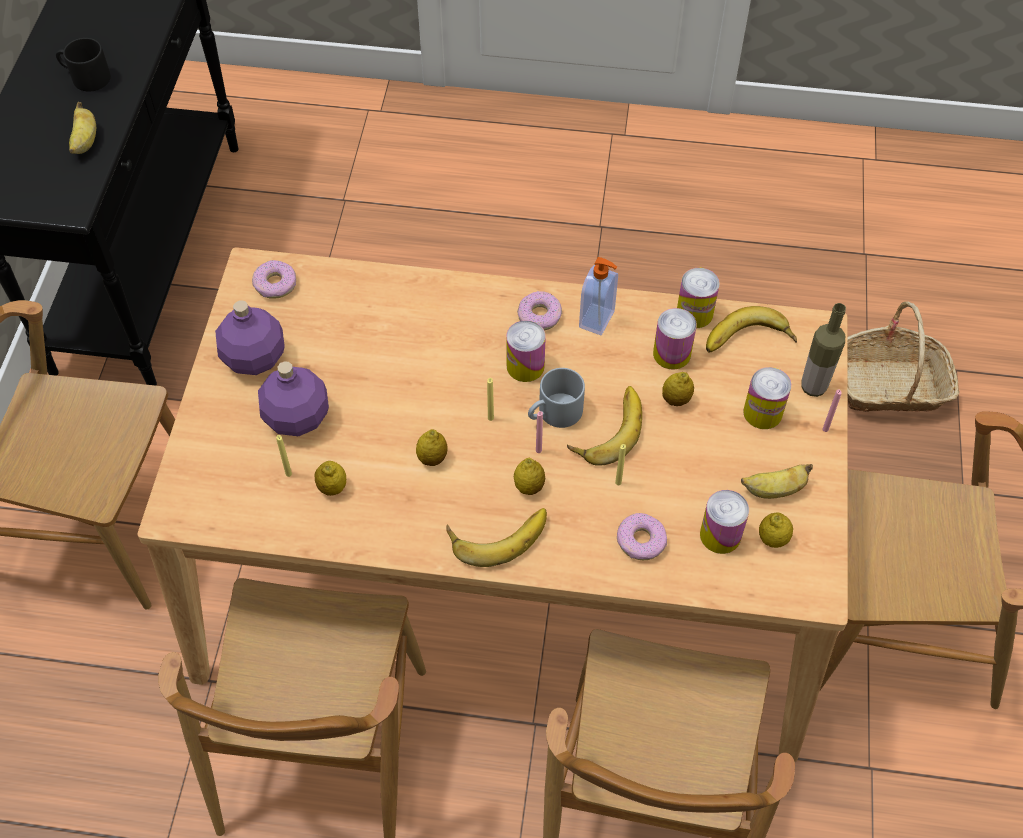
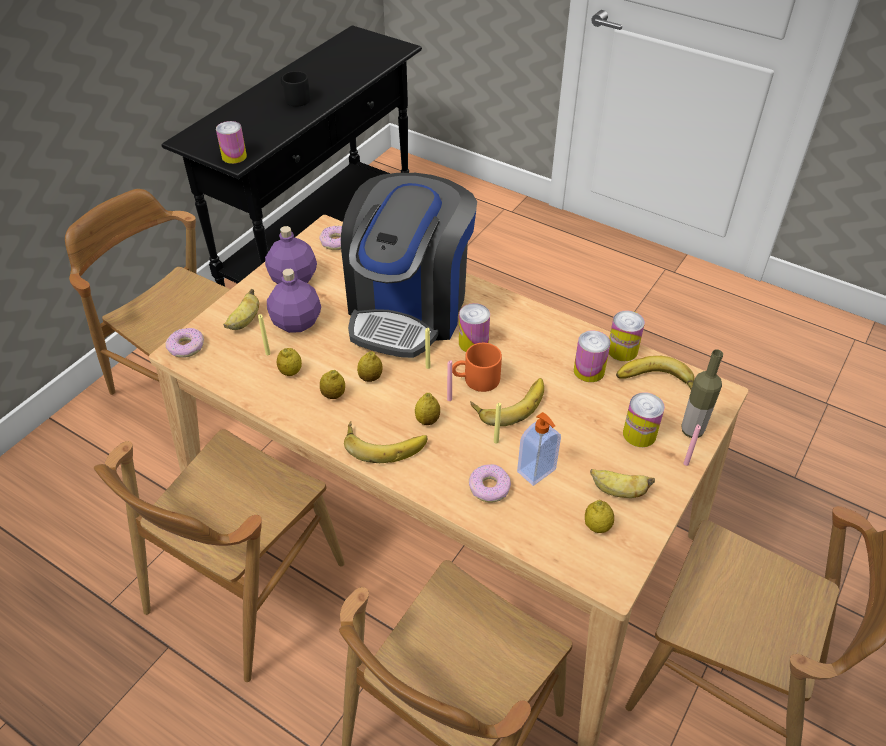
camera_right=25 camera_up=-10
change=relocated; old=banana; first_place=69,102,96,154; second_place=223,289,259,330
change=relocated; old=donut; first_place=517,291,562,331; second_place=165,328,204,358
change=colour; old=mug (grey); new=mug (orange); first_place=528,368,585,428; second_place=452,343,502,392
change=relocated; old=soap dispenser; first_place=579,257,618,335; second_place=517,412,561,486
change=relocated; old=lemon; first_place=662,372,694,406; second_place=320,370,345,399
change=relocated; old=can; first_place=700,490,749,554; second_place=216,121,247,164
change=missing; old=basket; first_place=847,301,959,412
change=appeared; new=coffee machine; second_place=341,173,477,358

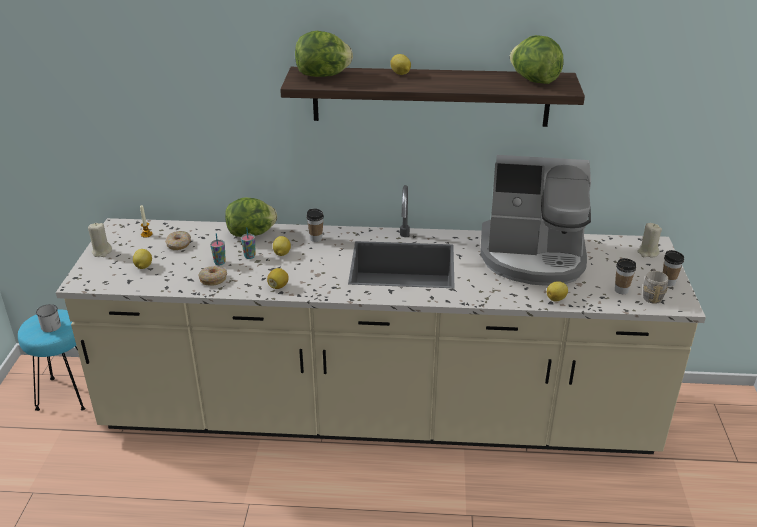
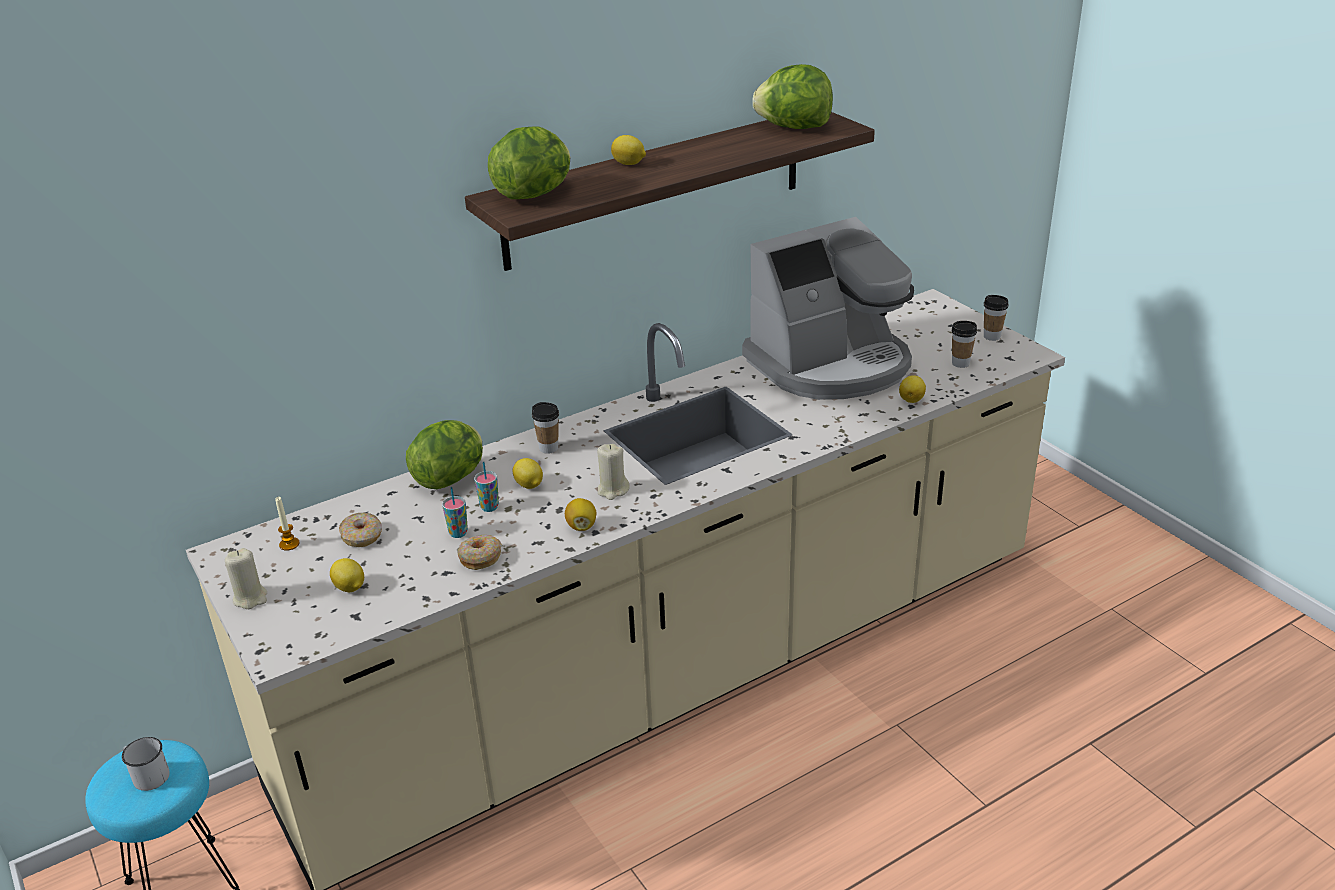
camera_right=-35 camera_up=0
change=relocated; old=candle (beige); first_place=637,223,662,257; second_place=597,444,630,500
change=missing; old=mug (grey); first_place=643,269,668,304

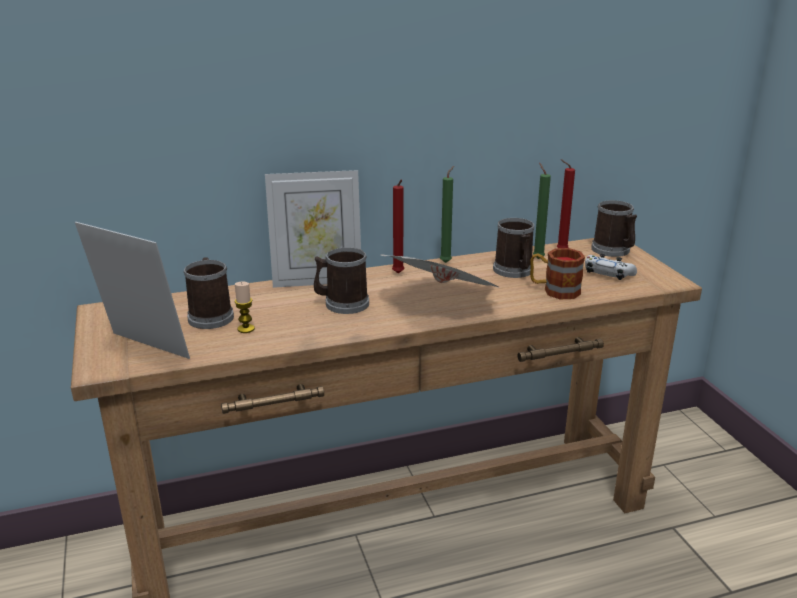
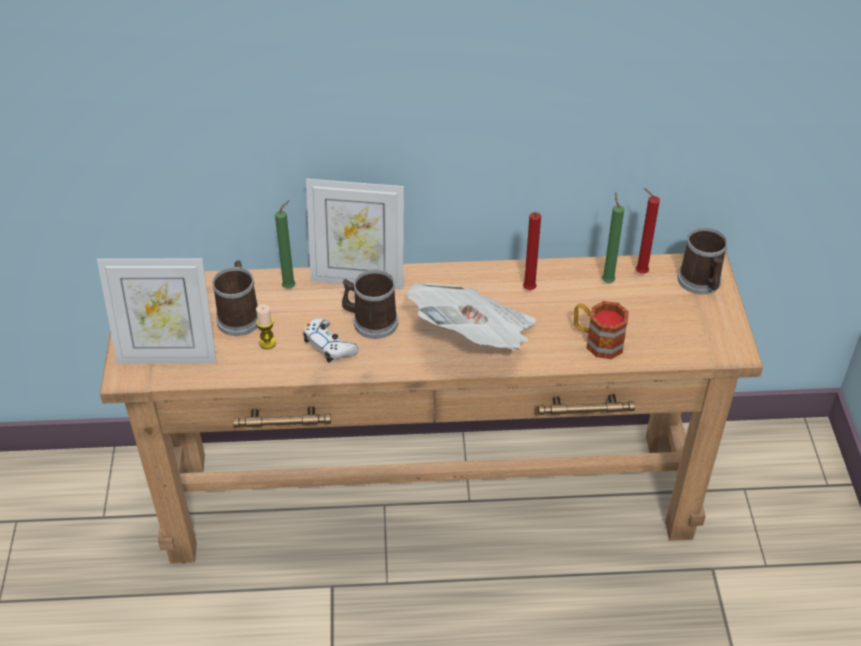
camera_right=15 camera_up=20
change=spun; old=picture frame; first_place=75,222,190,359; second_place=97,259,216,364; degrees=135
change=relocated; old=candle (red); first_place=392,180,404,273; second_place=523,212,541,290
change=relocated; old=candle (green); first_place=440,166,454,263; second_place=275,200,296,289
change=missing; old=mug; first_place=493,218,534,278
change=relocated; old=game controller (white); first_place=585,254,637,280; second_place=303,318,359,362

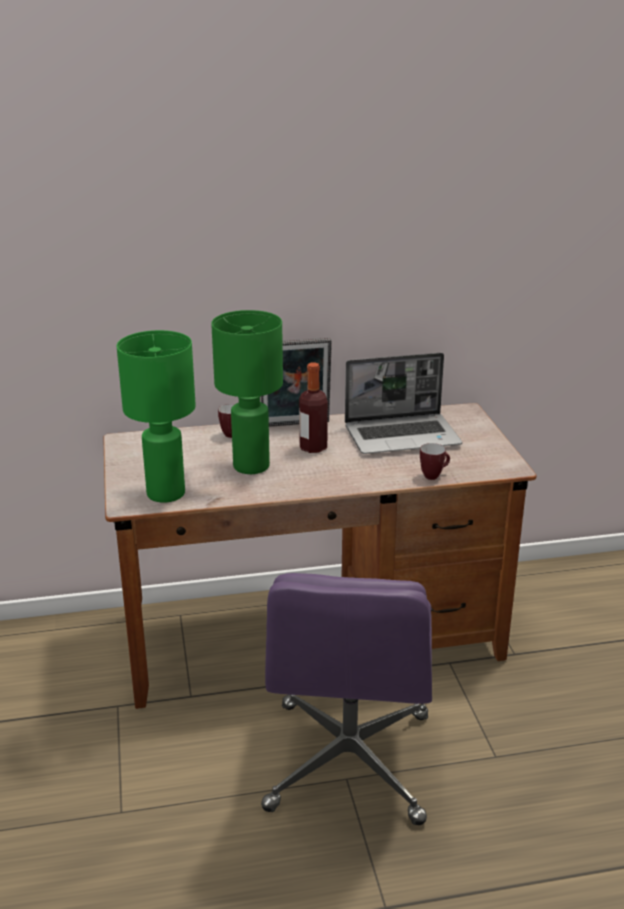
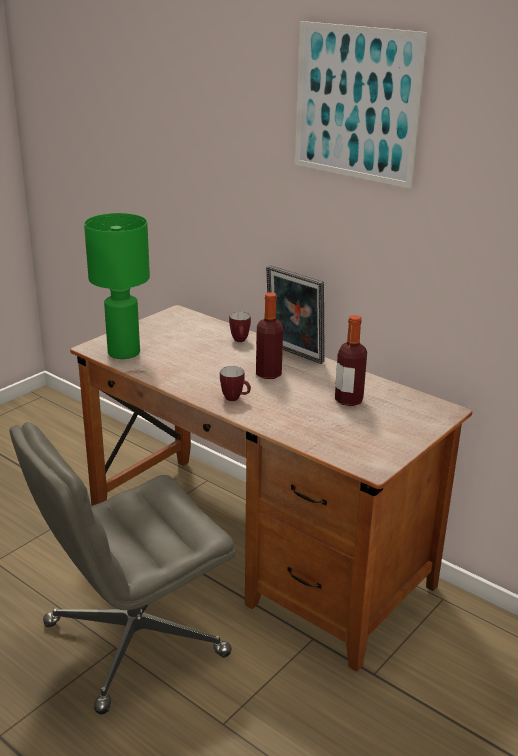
camera_right=50 camera_up=0
change=missing; old=table lamp (green); first_place=211,310,283,474
change=colour; old=office chair (purple); new=office chair (grey); first_place=261,573,432,825; second_place=9,422,235,714
change=exchanged; old=laptop; new=bottle; first_place=345,353,462,454; second_place=335,315,367,406
change=relocated; old=mug; first_place=420,443,450,480; second_place=220,366,251,401
change=appeared; new=picture; second_place=295,21,427,189

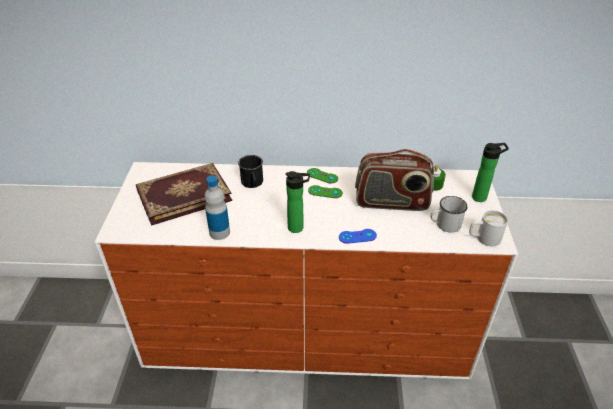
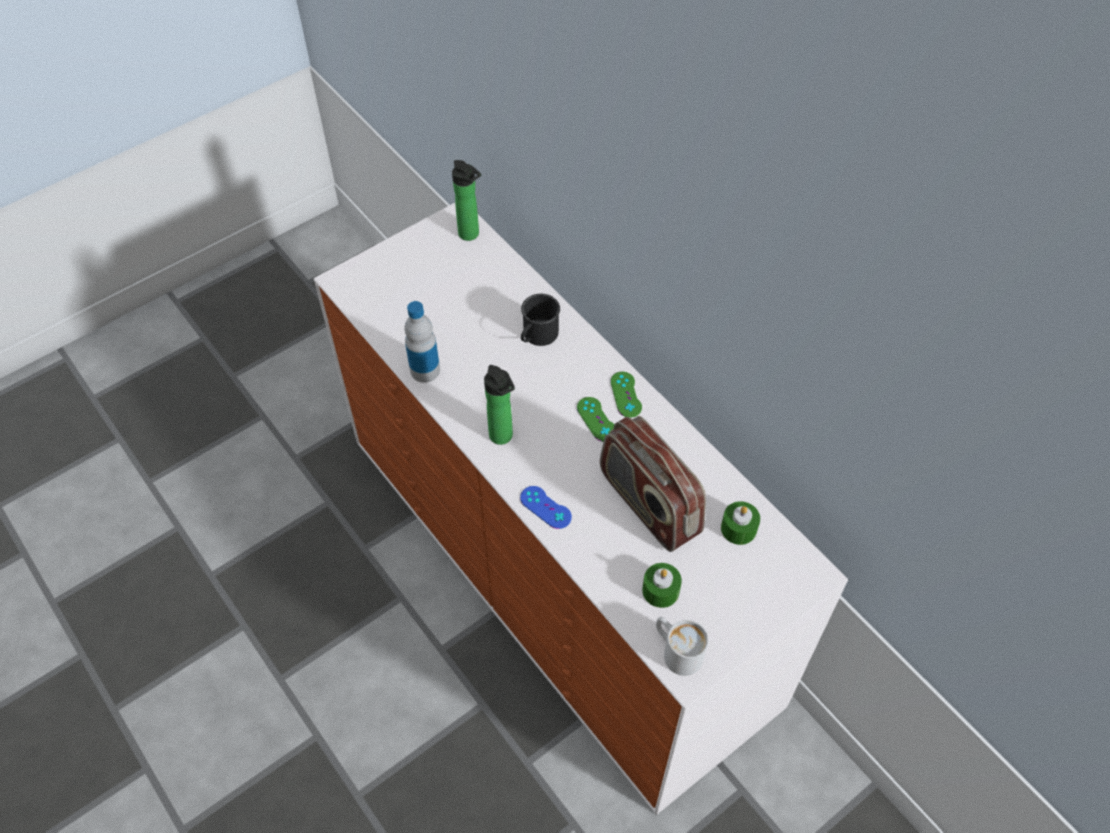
camera_right=50 camera_up=15
change=missing; old=book; first_place=136,163,232,226
change=exchanged; old=mug (white); new=candle (green); first_place=430,196,468,233; second_place=642,563,682,608
change=relocated; old=bottle; first_place=472,143,509,202; second_place=452,160,481,241

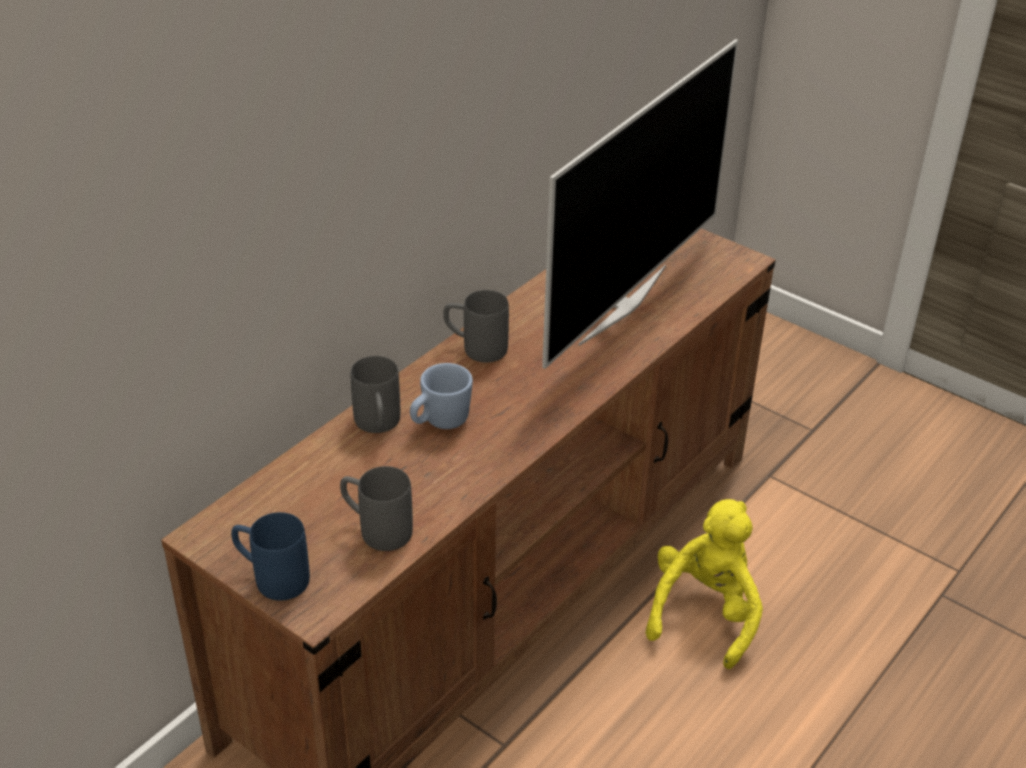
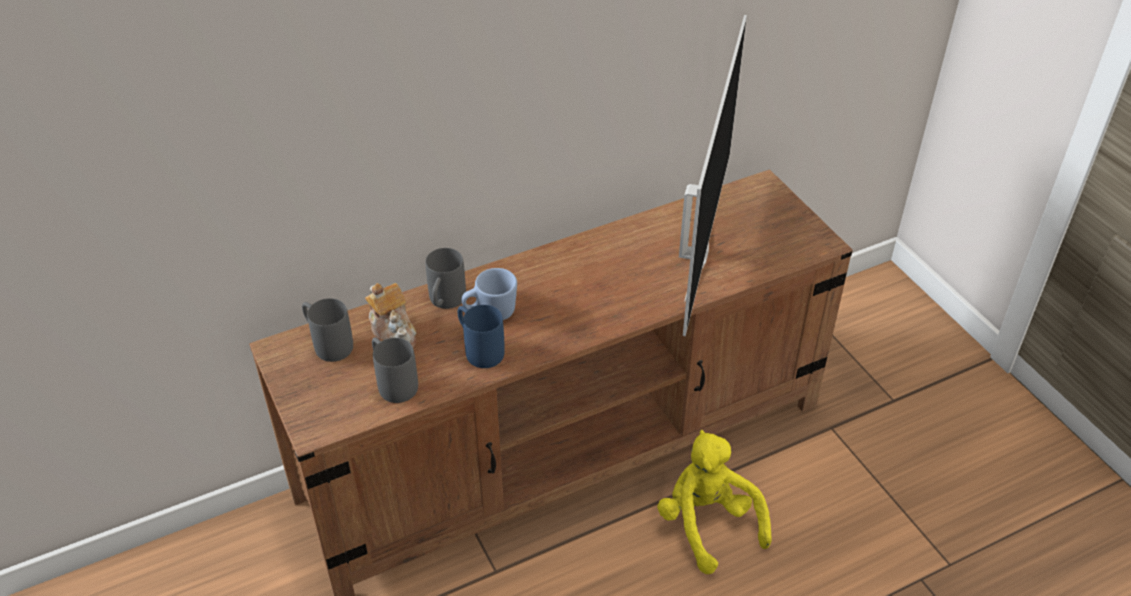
camera_right=25 camera_up=5
change=relocated; old=mug (blue); first_place=231,512,310,601; second_place=458,305,505,368
change=relocated; old=mug (grey); first_place=443,290,509,363; second_place=302,298,353,362
change=spun; old=television; first_place=542,39,738,369; second_place=679,15,747,336; degrees=-45
change=spun; old=plush toy (yellow); first_place=646,499,763,669; second_place=657,430,772,574; degrees=-75
change=appeared; new=teapot; second_place=365,283,416,347

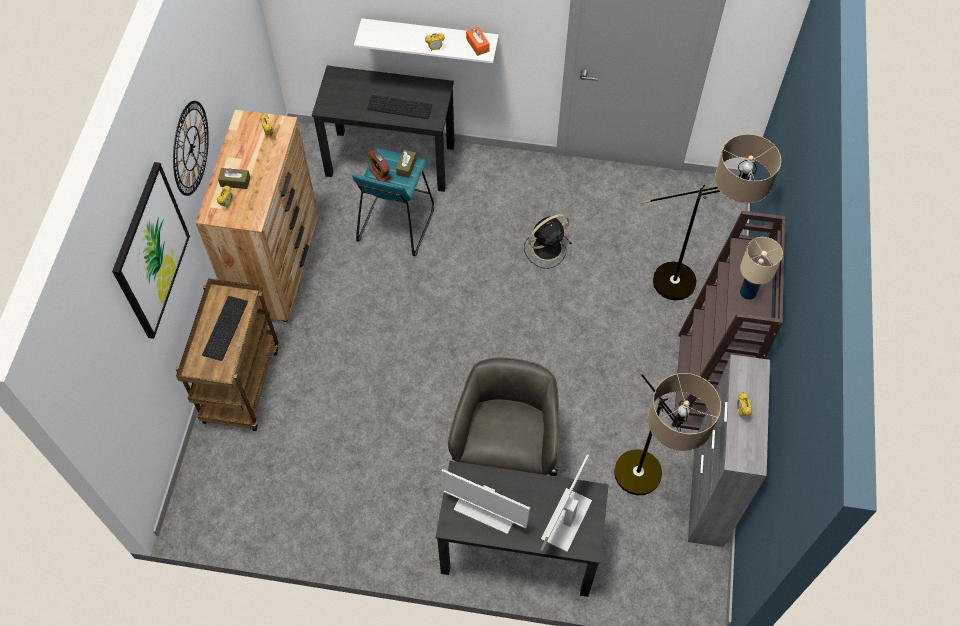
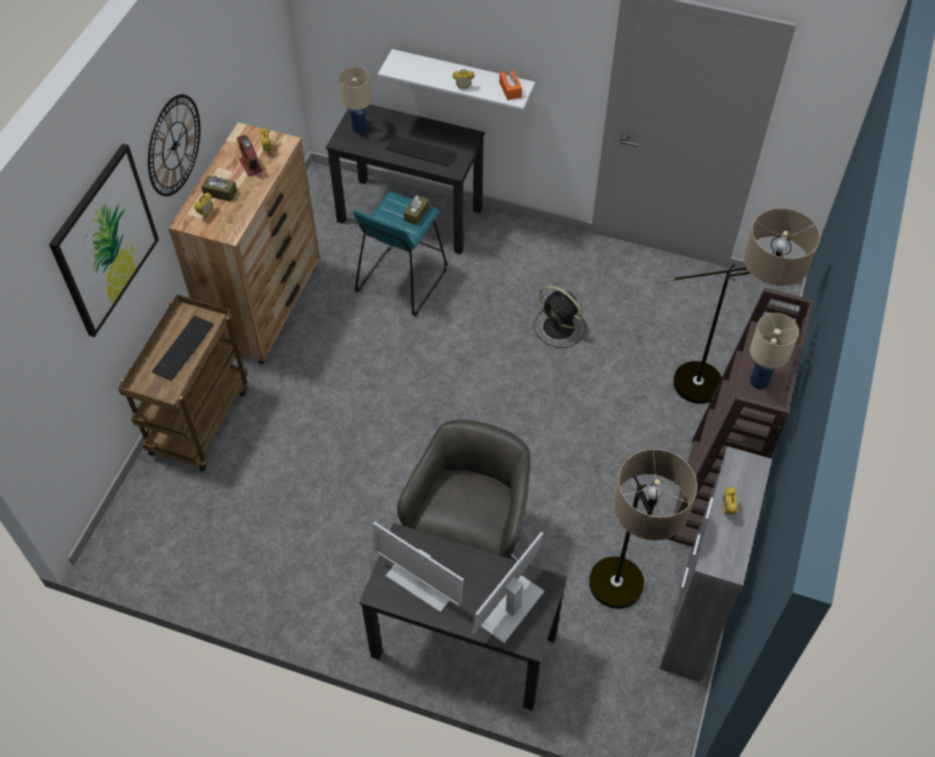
camera_right=10 camera_up=-5
change=relocated; old=alarm clock; first_place=368,149,392,182; second_place=237,135,262,176
change=spun; old=fan (black); first_place=524,214,572,269; second_place=533,286,586,348; degrees=-120
change=appeared; new=table lamp (beige); second_place=339,67,372,134

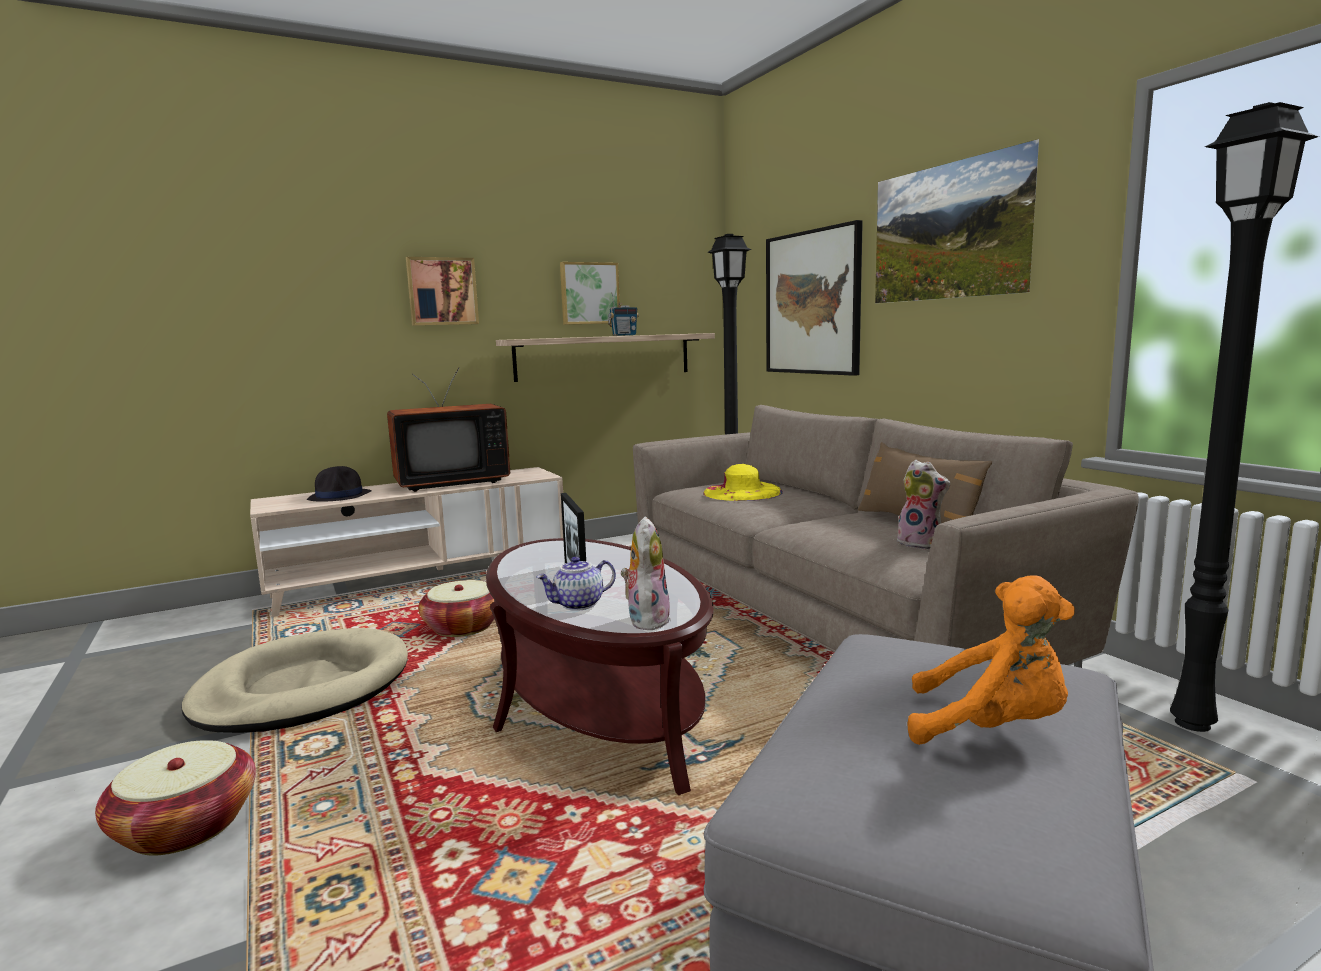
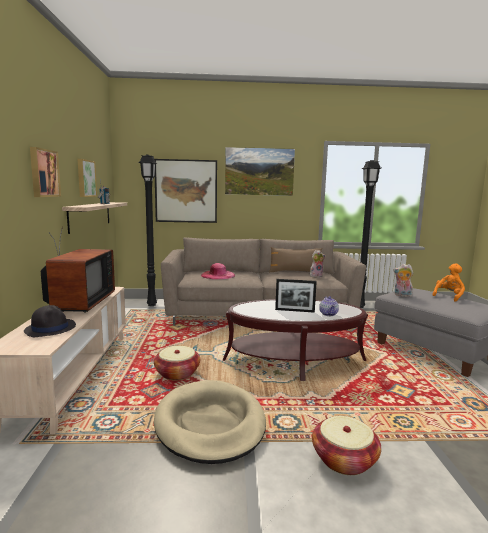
camera_right=-65 camera_up=0
change=relocated; old=plush toy; first_place=621,516,671,631; second_place=394,264,413,297
change=colour; old=hat (yellow); new=hat (pink); first_place=703,464,783,501; second_place=201,263,235,279

